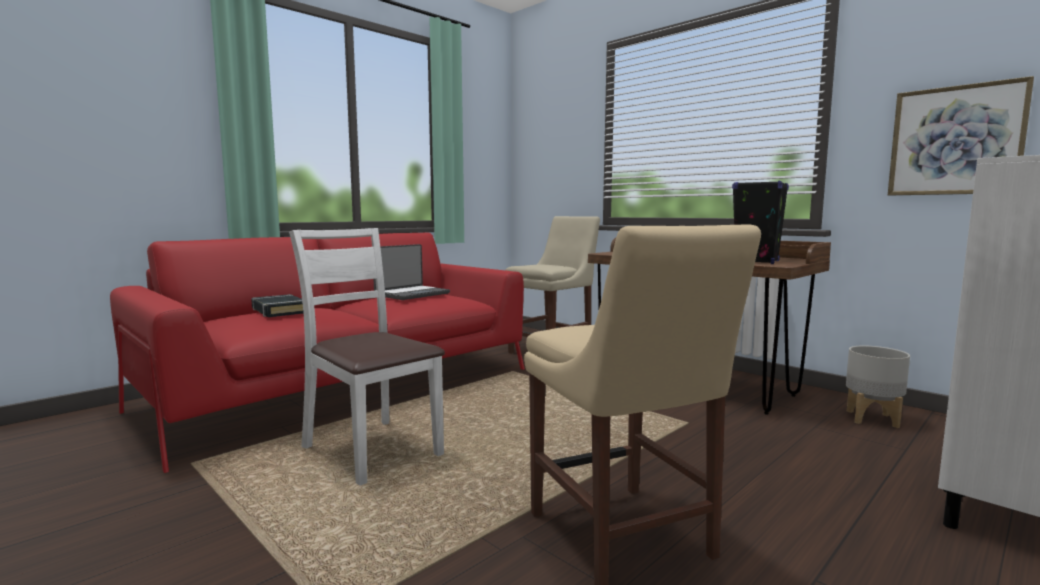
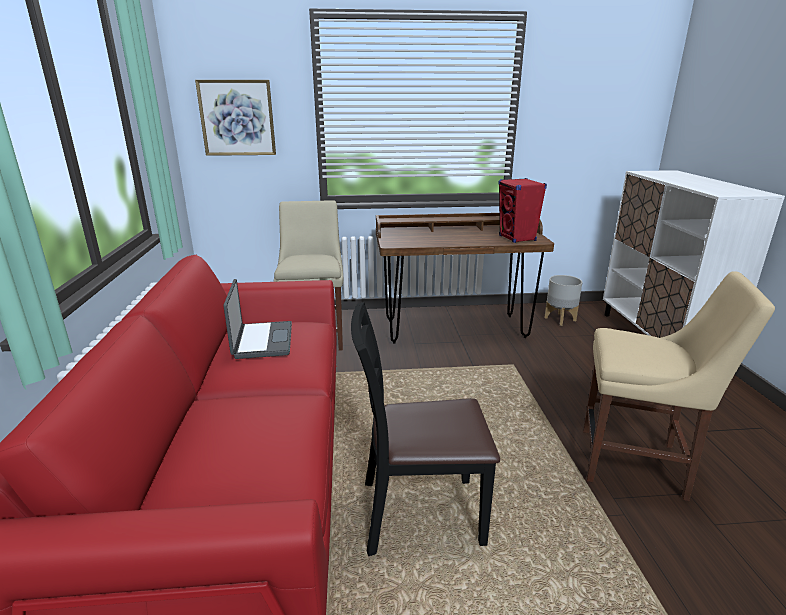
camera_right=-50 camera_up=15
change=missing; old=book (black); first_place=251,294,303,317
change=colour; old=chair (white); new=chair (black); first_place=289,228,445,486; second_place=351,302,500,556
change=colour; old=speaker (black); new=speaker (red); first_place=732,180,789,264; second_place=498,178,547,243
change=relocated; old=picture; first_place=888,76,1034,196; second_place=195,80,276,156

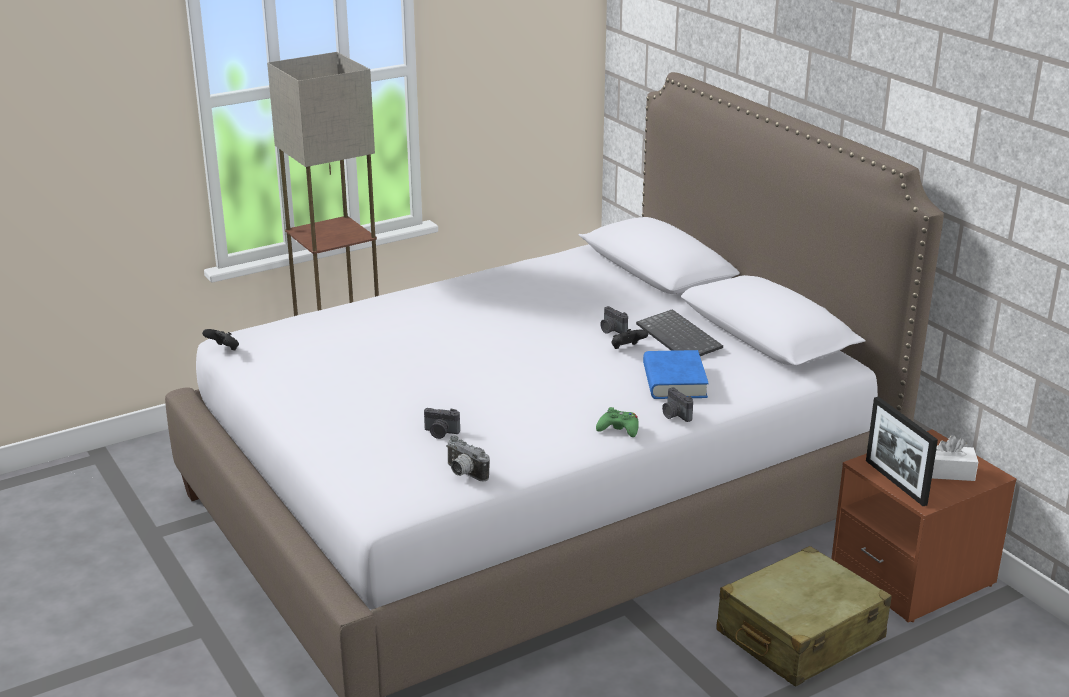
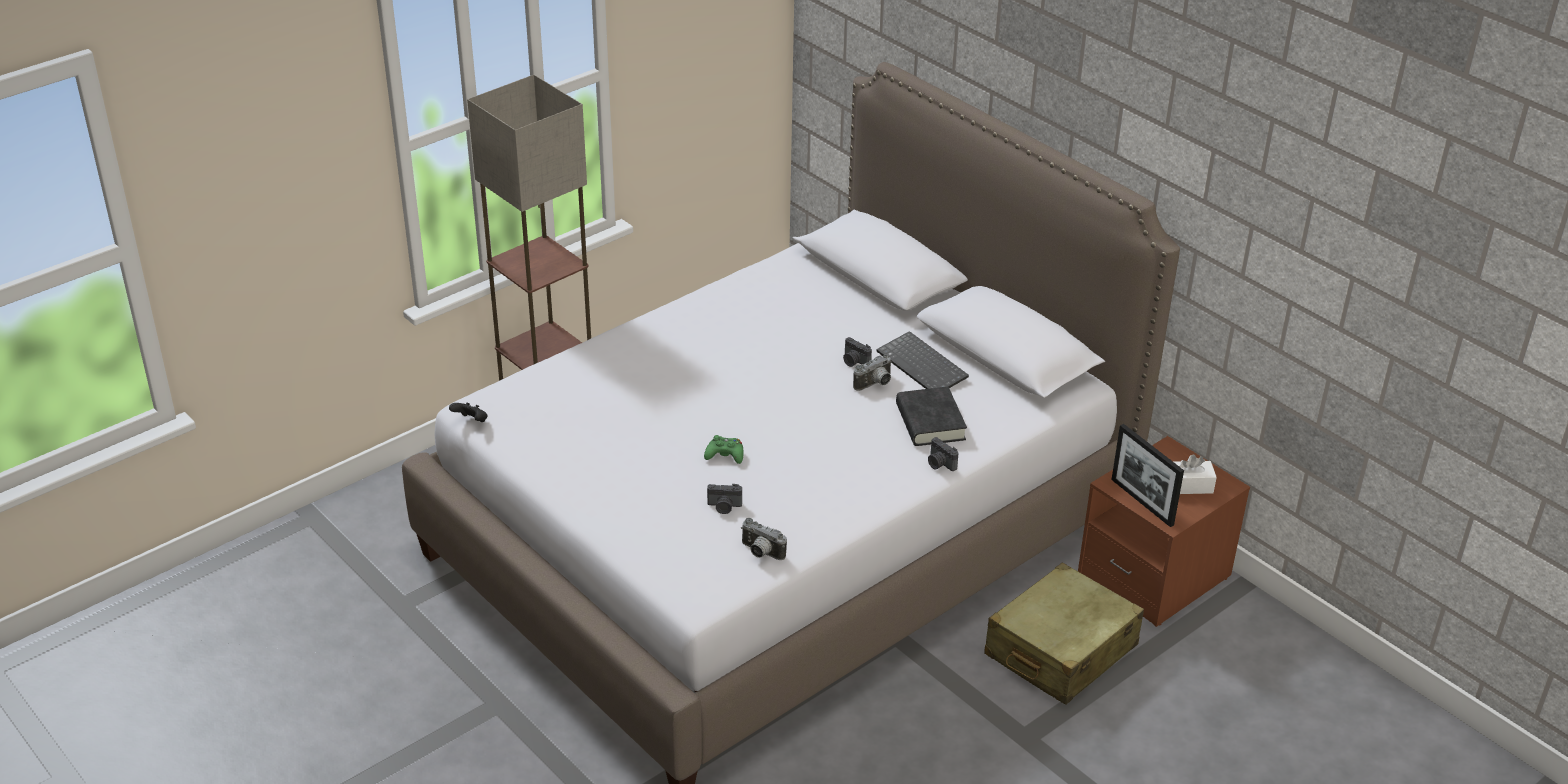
camera_right=-10 camera_up=10
change=relocated; old=game controller (green); first_place=596,407,639,437; second_place=704,435,744,464
change=exchanged; old=game controller (black); new=photo camera; first_place=611,329,648,349; second_place=853,354,892,391
change=colour; old=book (blue); new=book (black); first_place=643,350,709,399; second_place=896,387,967,446

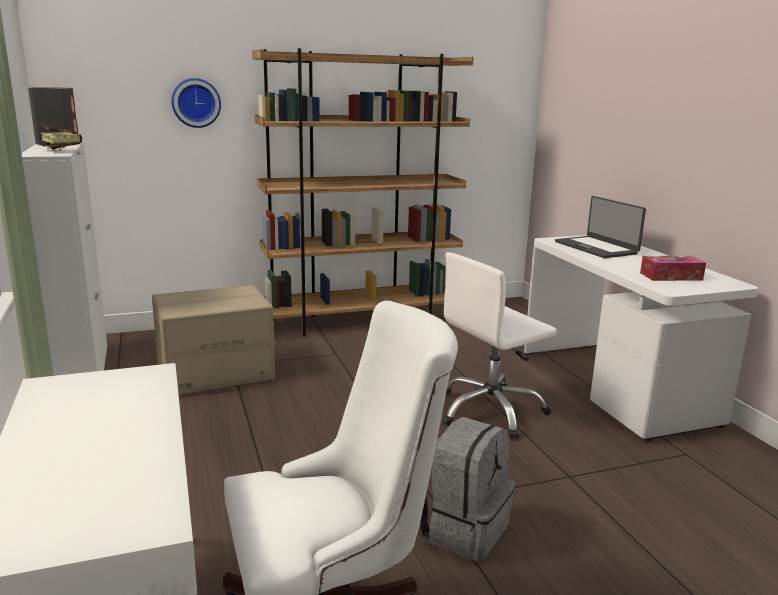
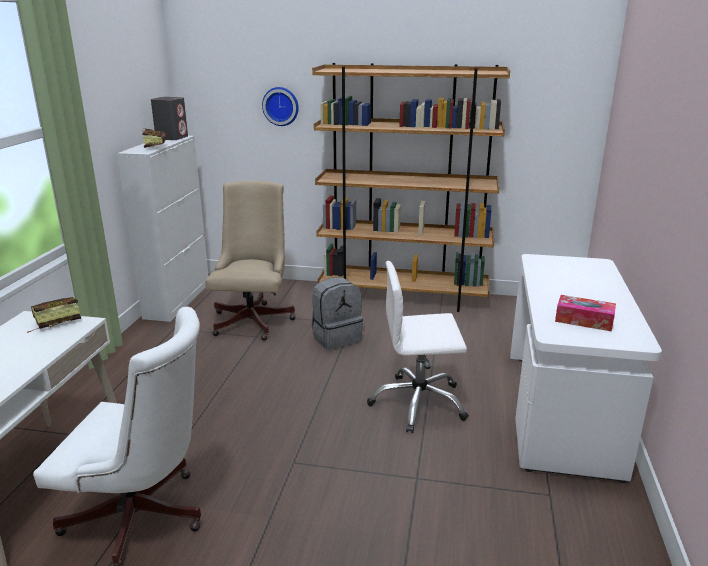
camera_right=30 camera_up=5
change=exchanged; old=cardboard box; new=office chair (beige); first_place=152,285,275,395; second_place=205,181,296,341
change=relocated; old=backpack (grey); first_place=419,417,515,561; second_place=312,277,363,350
change=missing; old=laptop; first_place=555,196,646,258
change=appeared; new=book; second_place=27,297,81,333

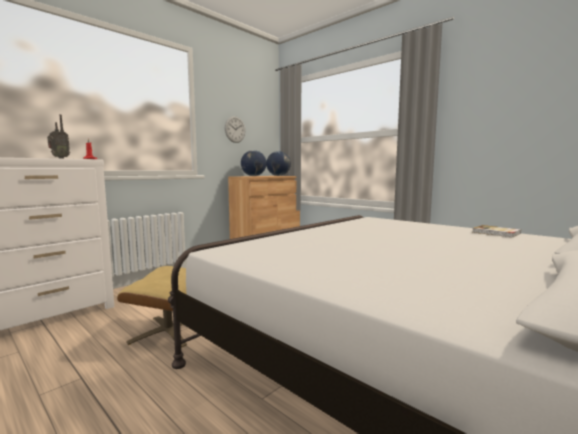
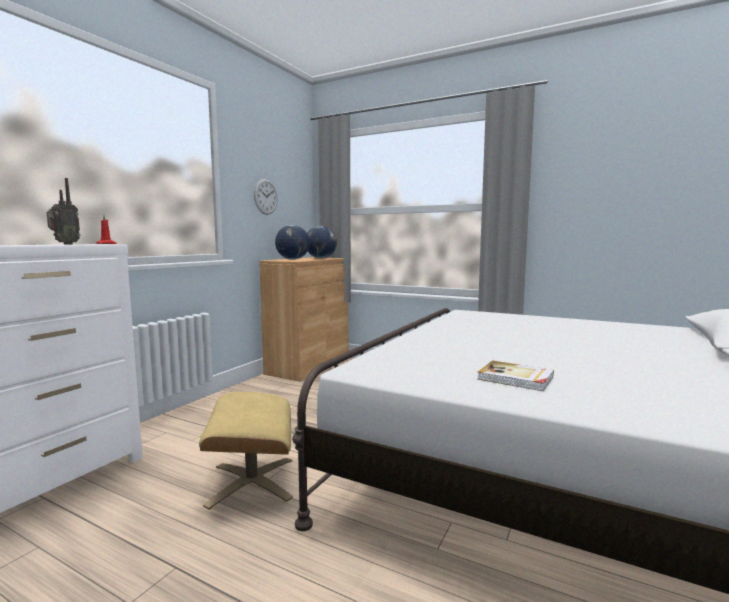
camera_right=-15 camera_up=0
change=relocated; old=book; first_place=473,225,521,238; second_place=477,360,554,391

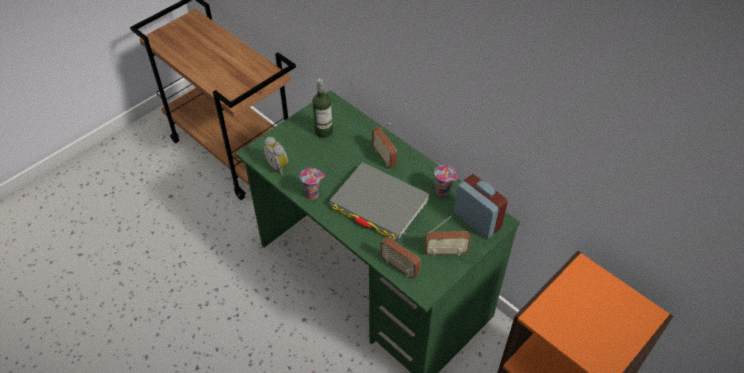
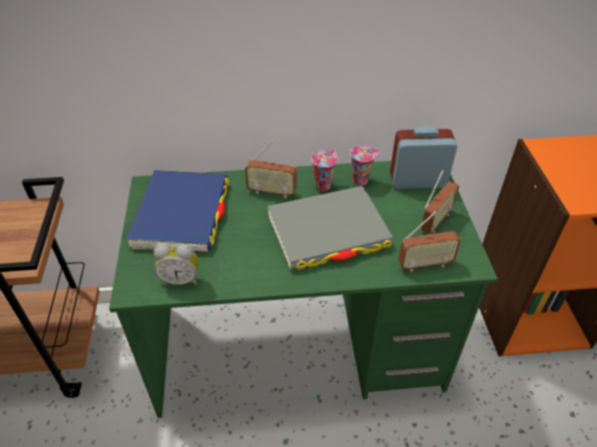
camera_right=-50 camera_up=-5
change=relocated; old=cup; first_place=300,168,325,200; second_place=311,150,338,191
change=exchanged; old=bottle; new=book (blue); first_place=312,79,333,138; second_place=126,170,229,252

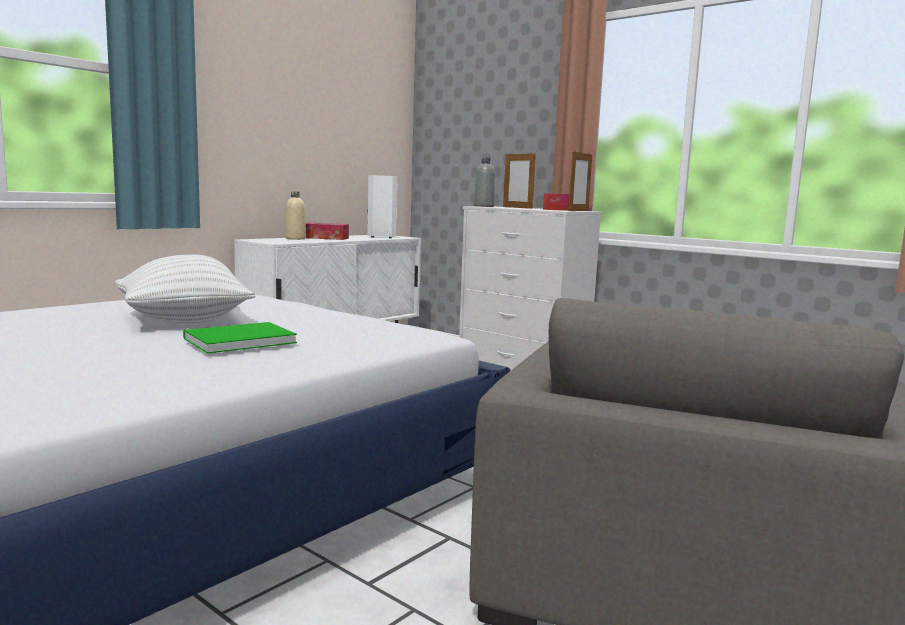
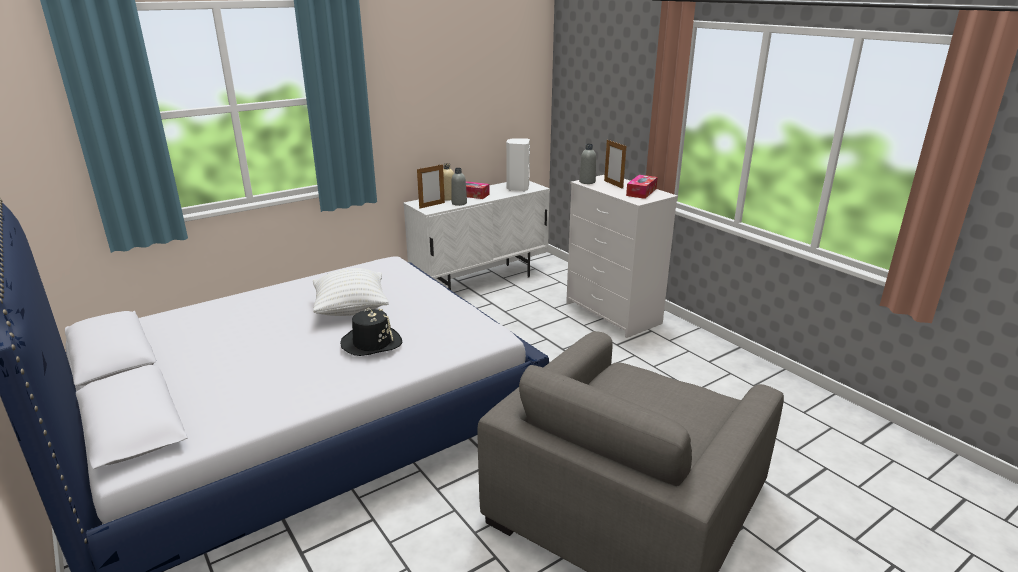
camera_right=15 camera_up=15
change=exchanged; old=book (green); new=hat (black); first_place=183,322,297,354; second_place=340,308,402,356
change=relocated; old=picture frame; first_place=569,152,592,211; second_place=417,164,445,209
change=appeared; new=bottle (grey); second_place=452,168,467,206

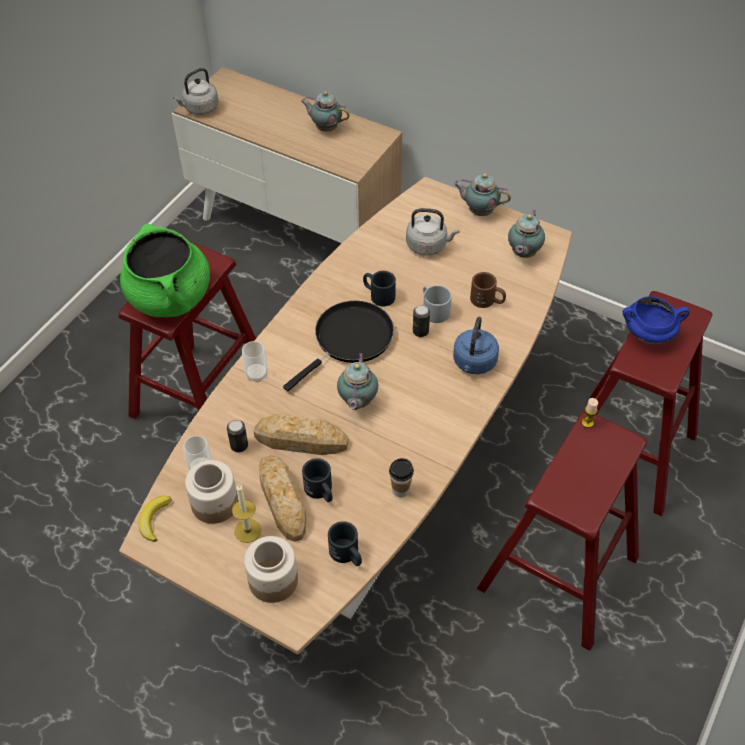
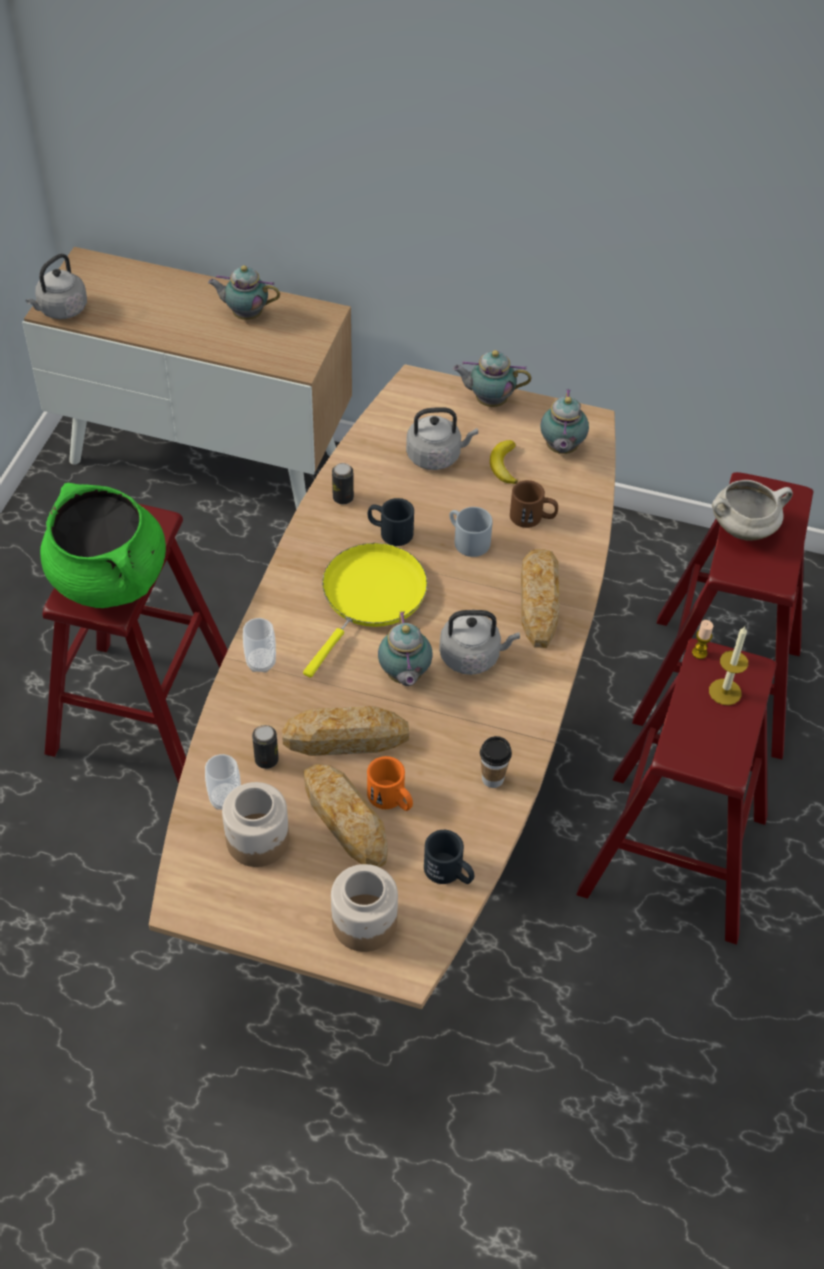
camera_right=-15 camera_up=0
change=relocated; old=banana; first_place=138,496,172,542; second_place=490,440,518,484
change=relocated; old=candle; first_place=232,484,261,543; second_place=709,626,748,705
change=colour; old=frying pan (black); new=frying pan (yellow); first_place=283,301,394,391; second_place=303,543,428,677
change=colour; old=mug (black); new=mug (orange); first_place=302,458,332,502; second_place=367,756,413,811
change=relocated; old=can; first_place=413,305,430,337; second_place=332,463,354,504
change=exchanged; old=kettle (blue); new=bread; first_place=453,317,499,374; second_place=521,549,560,648
change=colour; old=cooking pot (blue); new=cooking pot (white); first_place=623,296,689,344; second_place=712,480,793,541
change=appeared; new=kettle (grey); second_place=439,610,520,675

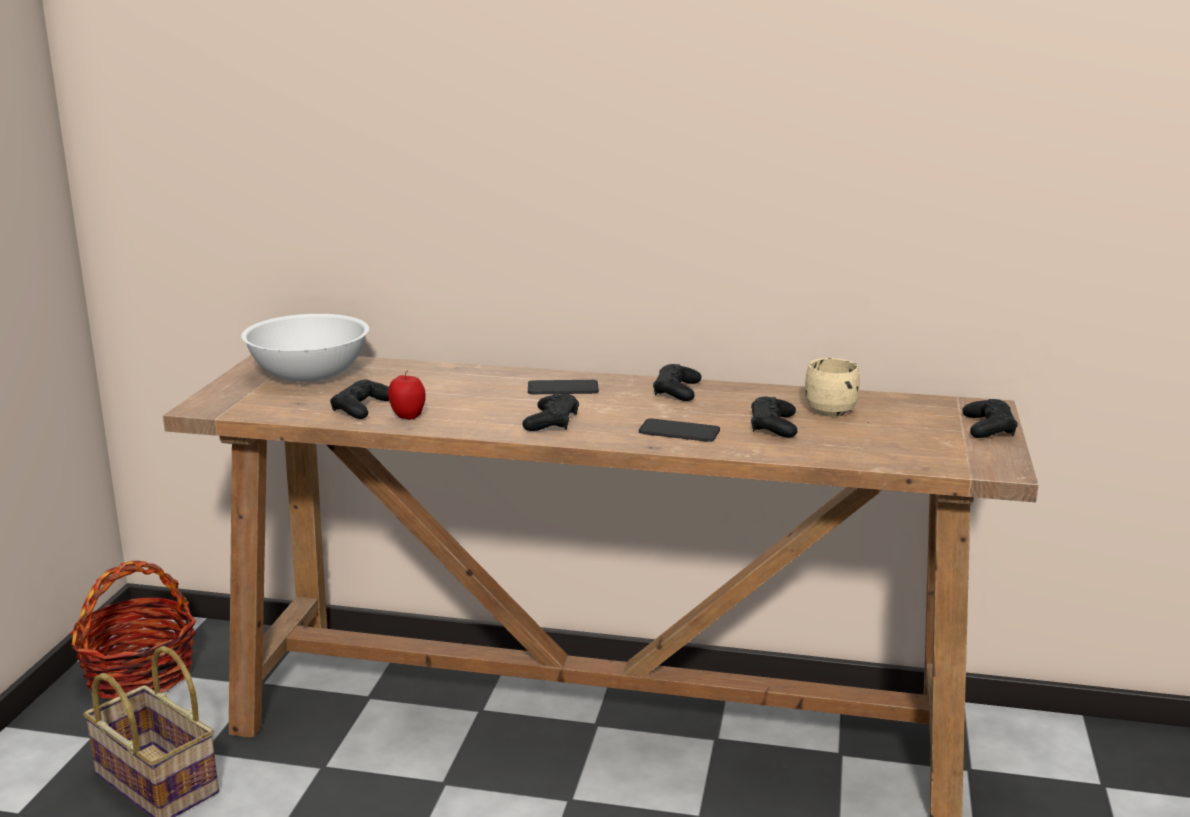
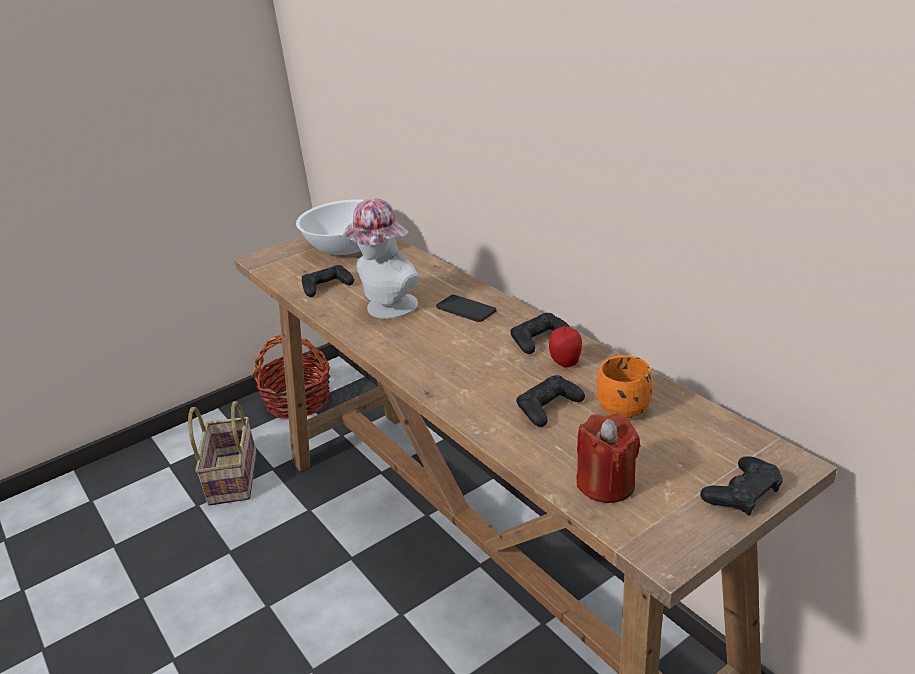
camera_right=45 camera_up=10
change=relocated; old=apple; first_place=388,370,426,420; second_place=549,325,582,368
change=missing; old=game controller (black); first_place=523,393,579,431
change=missing; old=phone; first_place=639,418,720,442
change=colour; old=mug (beige); new=mug (orange); first_place=805,358,860,417; second_place=597,355,653,418
change=appeared; new=hat; second_place=340,198,419,319
change=appeared; new=candle (red); second_place=576,413,640,503

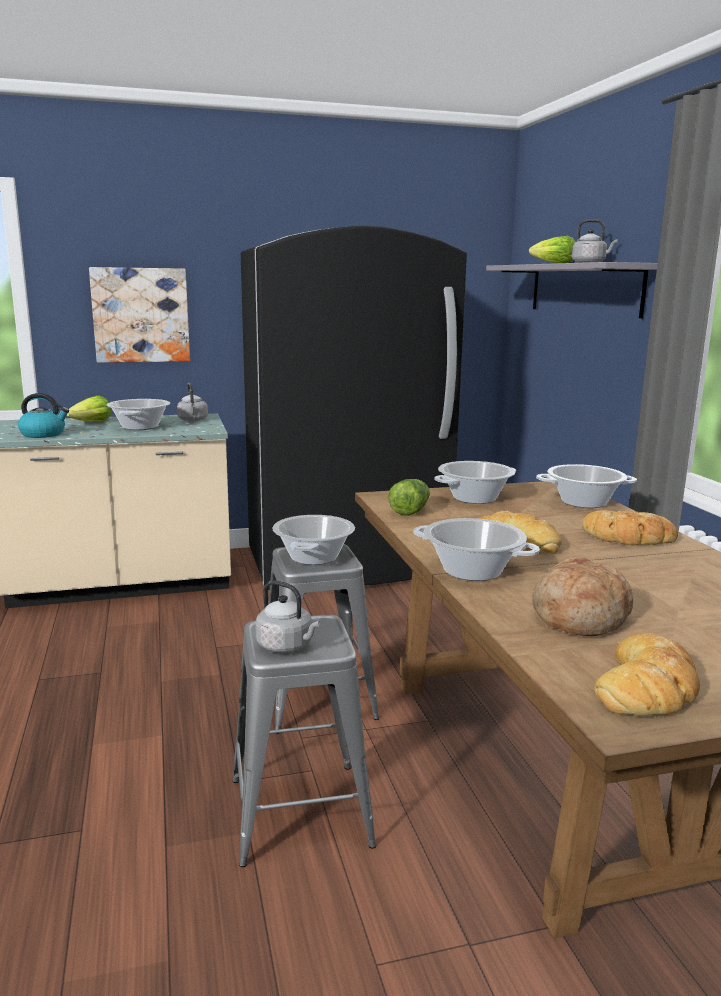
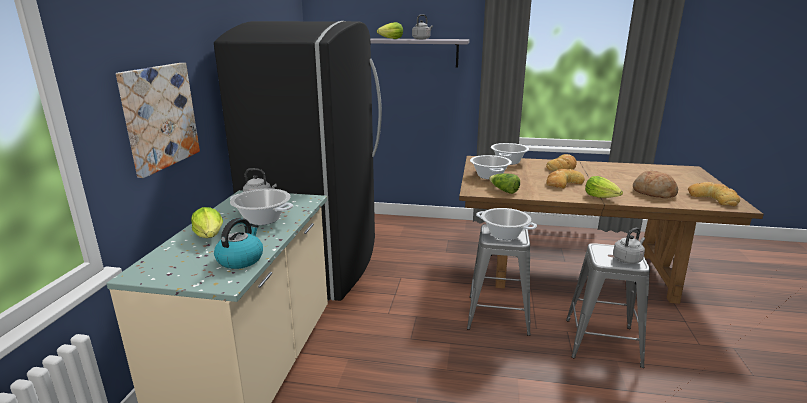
camera_right=-65 camera_up=5
change=exchanged; old=cooking pot; new=lettuce; first_place=413,518,540,581; second_place=585,176,623,198

